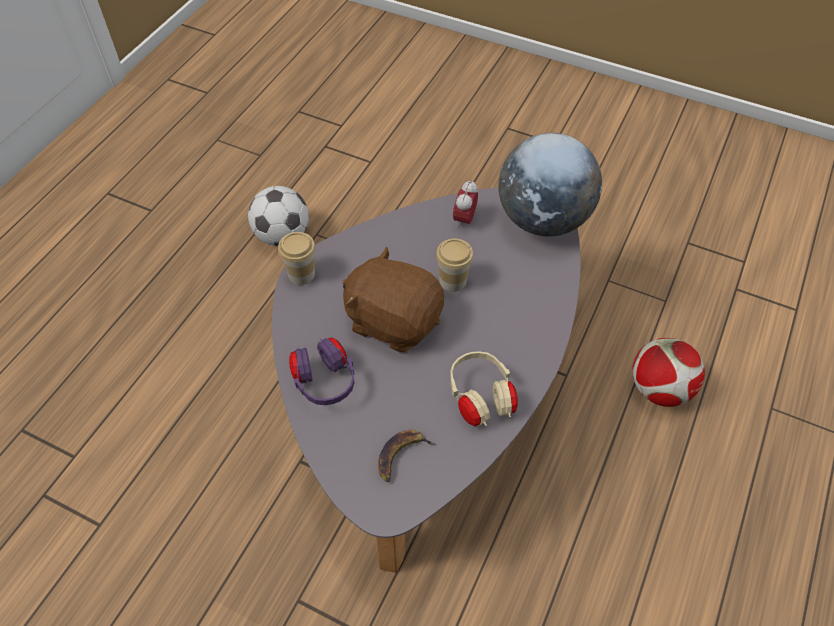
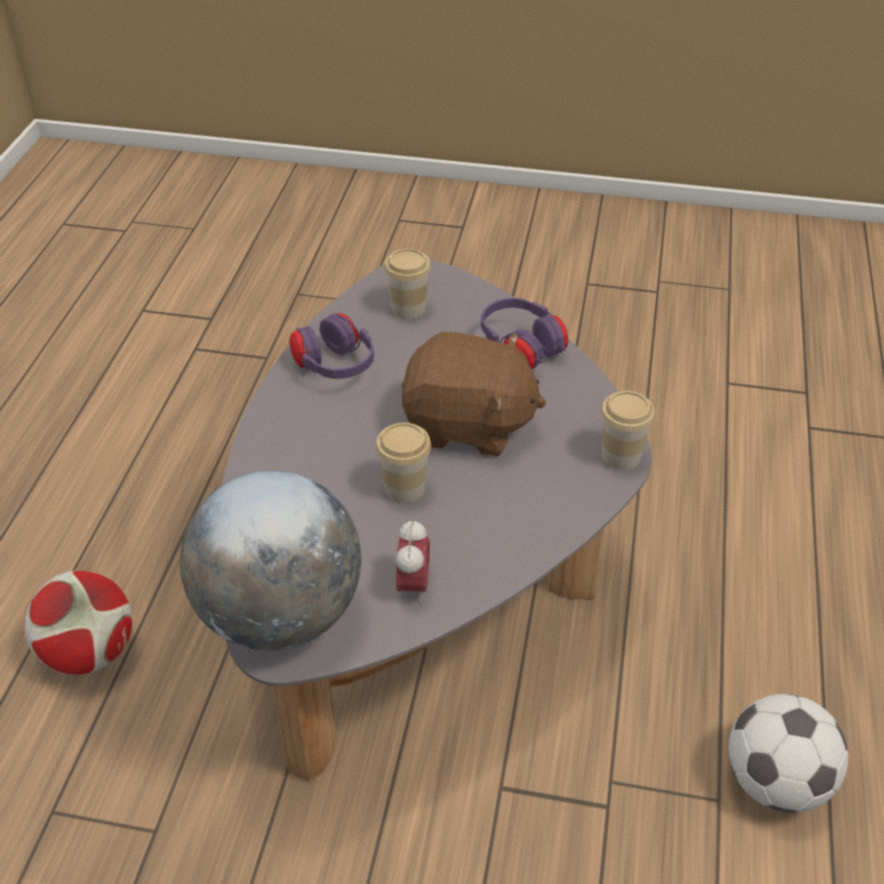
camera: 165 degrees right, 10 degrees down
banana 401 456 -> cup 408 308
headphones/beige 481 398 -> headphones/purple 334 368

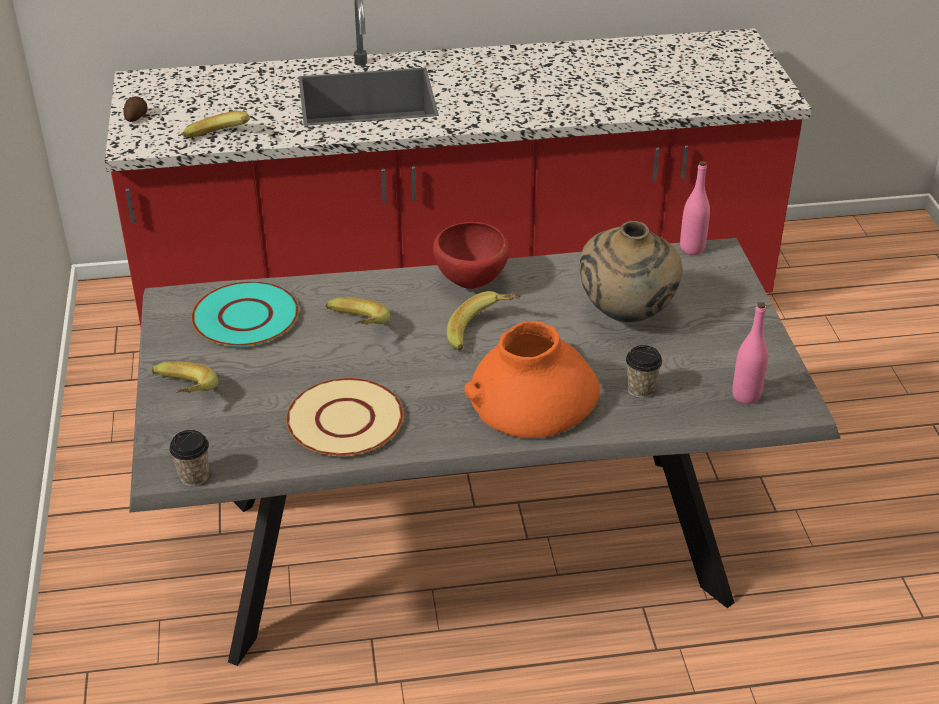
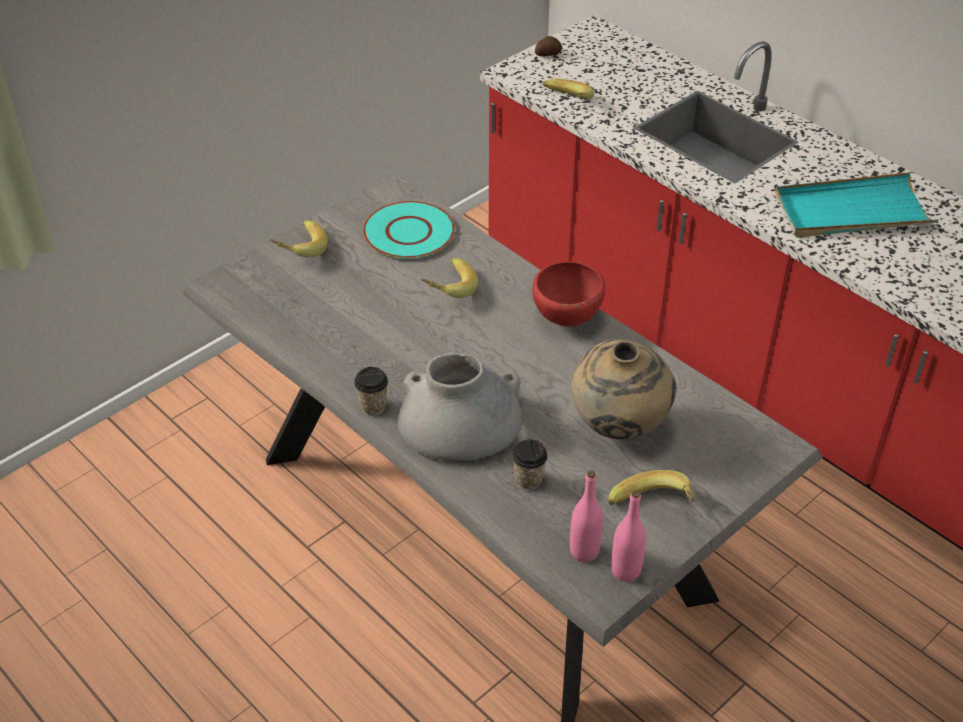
camera: 55 degrees right, 5 degrees up
cup 194 476 -> cup 373 406, move
plate/beige 344 420 -> none
banana 483 333 -> banana 653 508, move
vase/orange 532 396 -> vase/grey 459 420
bottle/pink 692 248 -> bottle/pink 625 571, move
none -> tray/turquoise 851 211

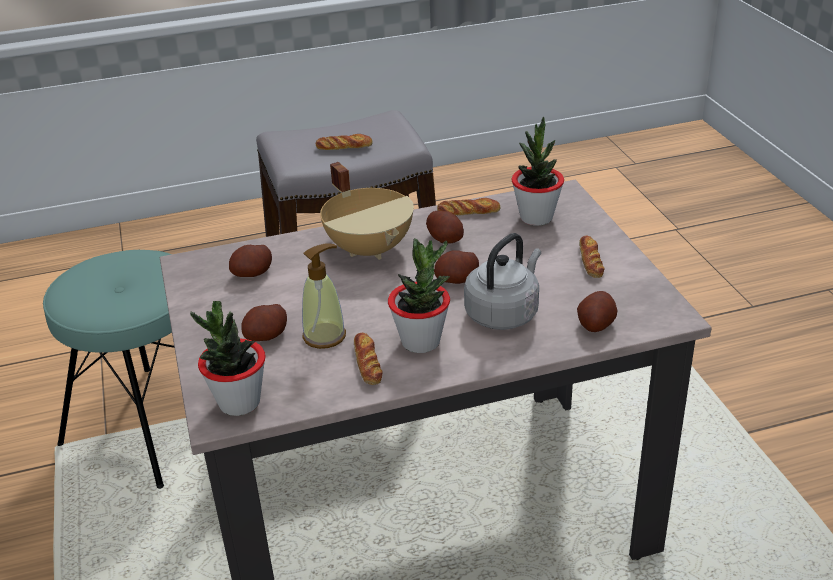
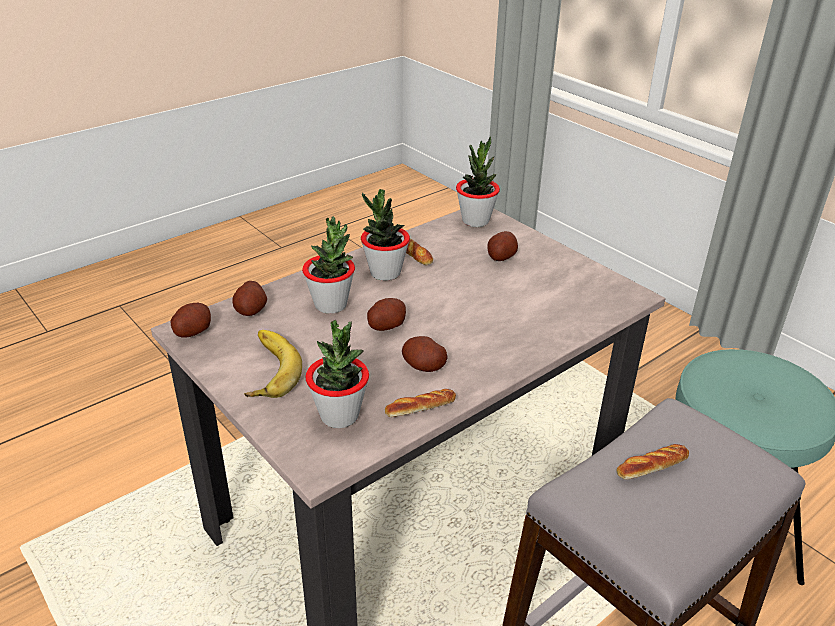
camera: 155 degrees right, 0 degrees up
potato 252 273 -> potato 193 331, move
soap dispenser 325 336 -> none
cooking pot/beige 371 248 -> none
kettle/grey 504 313 -> potted plant 331 305
bread 590 261 -> banana 266 370

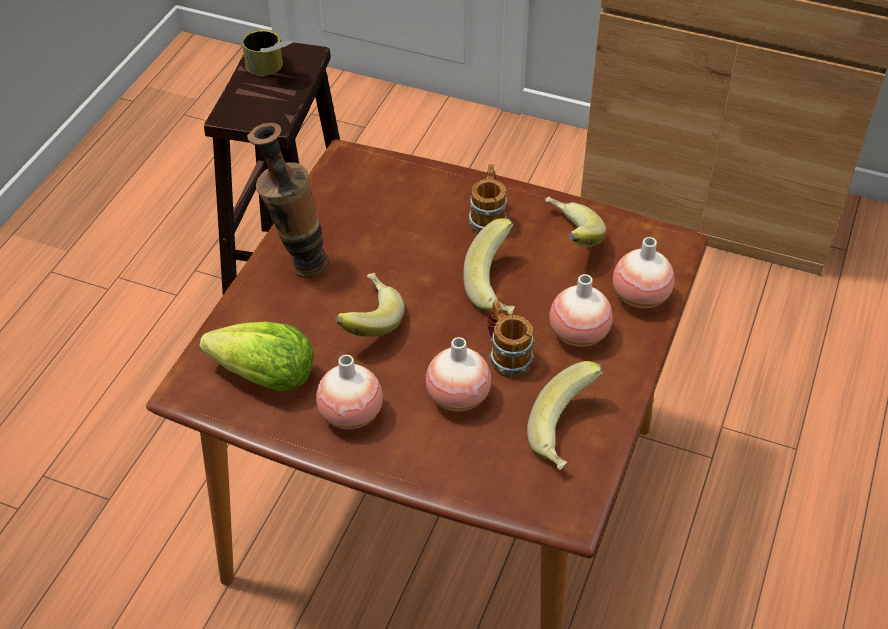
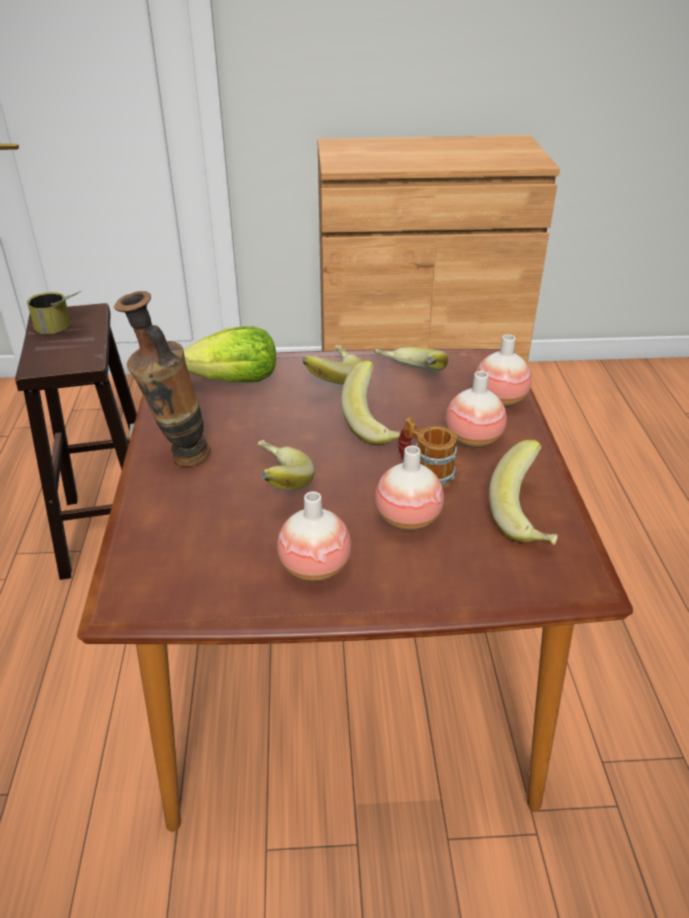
camera: 25 degrees left, 10 degrees down
lettuce 265 377 -> lettuce 236 381, move
mug 488 217 -> banana 331 379

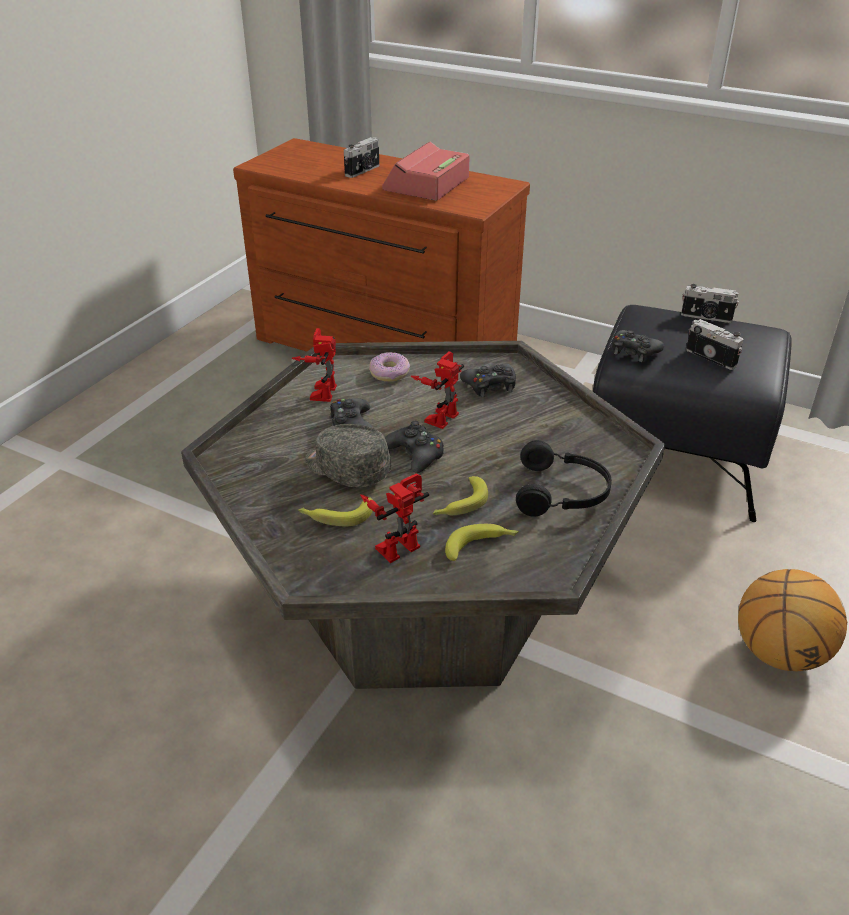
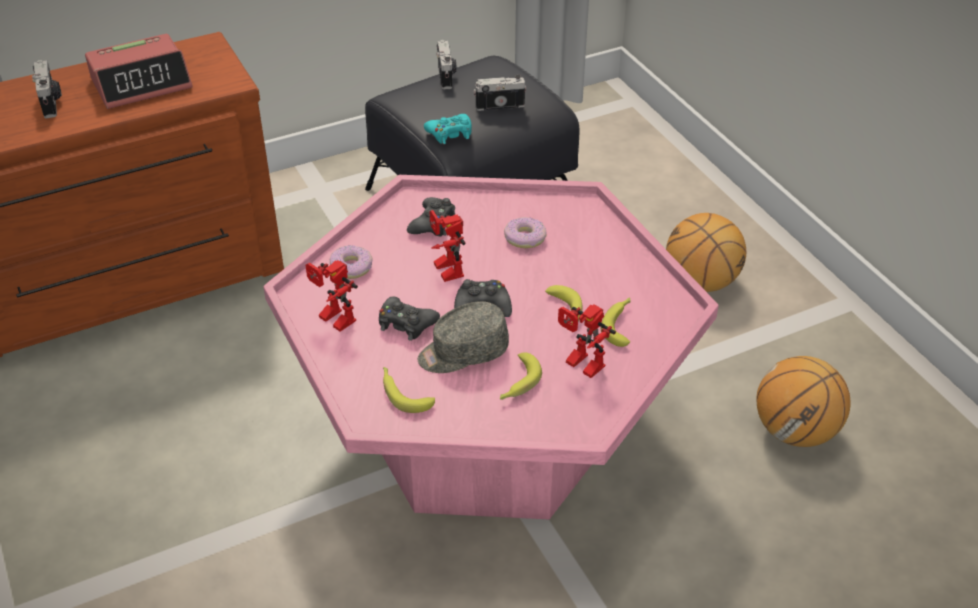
camera: 55 degrees left, 5 degrees up
coffee table/grey 426 596 -> coffee table/pink 490 427
toy robot 397 543 -> toy robot 580 365, 45 degrees counterclockwise
alarm clock 426 185 -> alarm clock 142 83, 90 degrees counterclockwise
headphones/black 562 493 -> none
game controller/black 634 352 -> game controller/turquoise 450 134
photo camera 706 317 -> photo camera 446 76, 60 degrees counterclockwise
none -> banana 403 393
none -> donut 525 238
none -> basketball 795 431

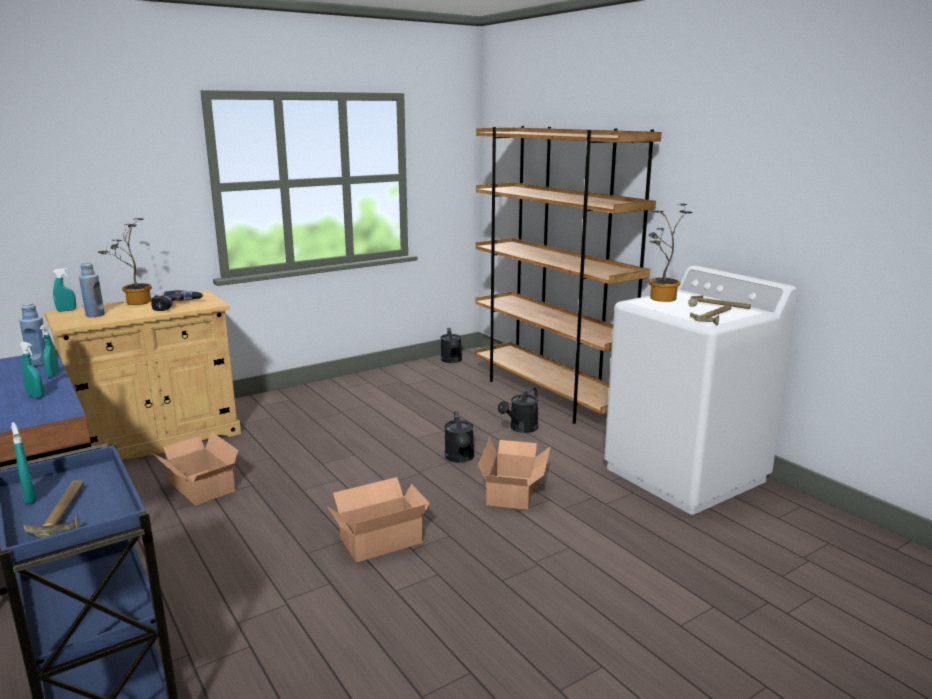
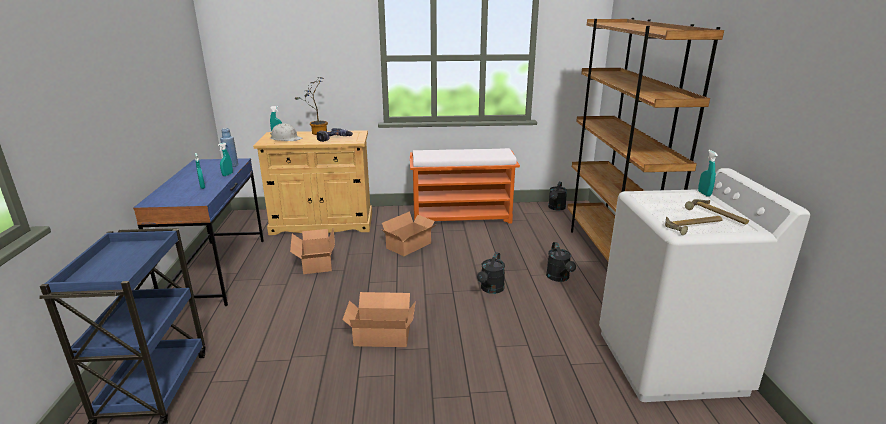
camera: 30 degrees right, 5 degrees up
spray bottle/turquoise 29 498 -> spray bottle/turquoise 704 194, move
hammer 68 512 -> none
bottle/blue 95 315 -> hard hat/white 286 138
cardboard box 514 491 -> cardboard box 410 246, move
watering can/black 521 429 -> watering can/black 559 278, 75 degrees counterclockwise
potted plant 660 299 -> none
none -> bench/orange 462 217

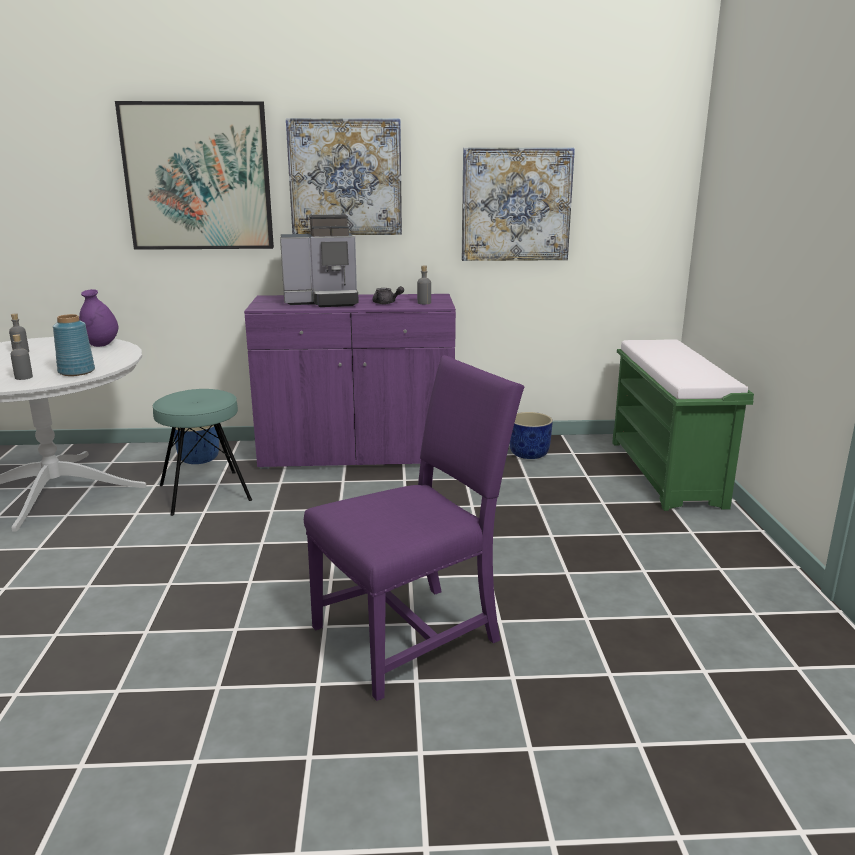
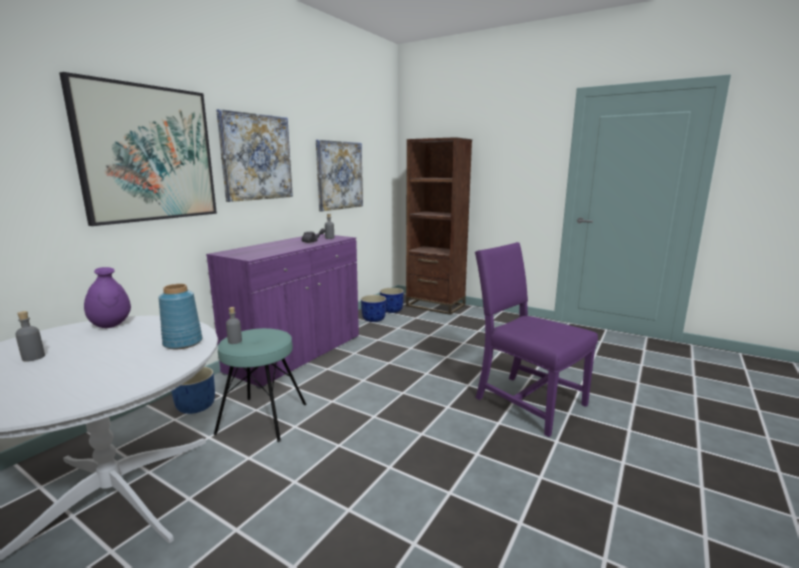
camera: 55 degrees left, 5 degrees down
bottle/grey 24 377 -> bottle/grey 235 341, move
coffee machine 323 301 -> none
chair/purple 412 634 -> chair/purple 526 401, 45 degrees counterclockwise
bench/green 667 473 -> bookcase/brown 435 305
none -> planter/blue 392 310

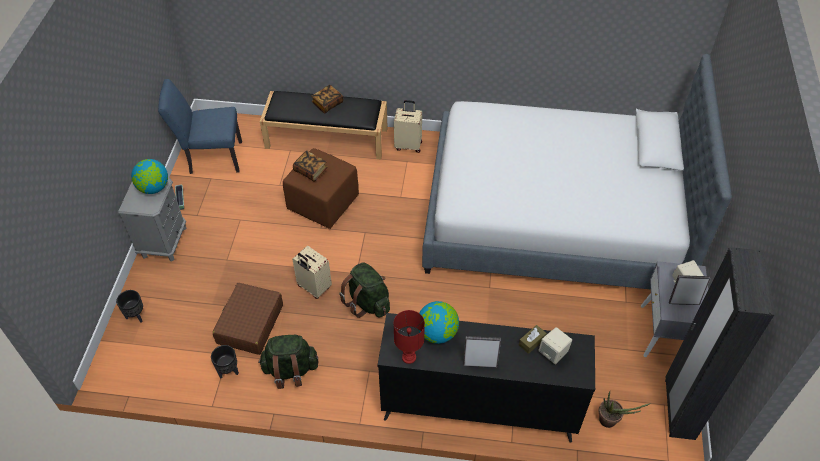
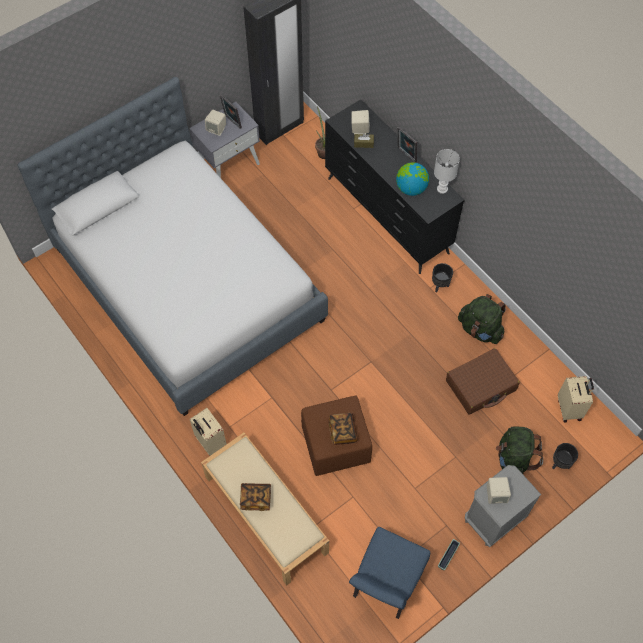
camera: 135 degrees left, 10 degrees up
globe 153 188 -> speaker/beige 496 494
chair/blue 211 158 -> chair/blue 385 586, 75 degrees clockwise
planter/black 228 371 -> planter/black 439 285, move
bench/black 327 138 -> bench/beige 265 514
suitcase/beige 313 287 -> suitcase/beige 569 409, move
backpack/green 367 302 -> backpack/green 513 459, move
table lamp/red 409 357 -> table lamp/white 442 189

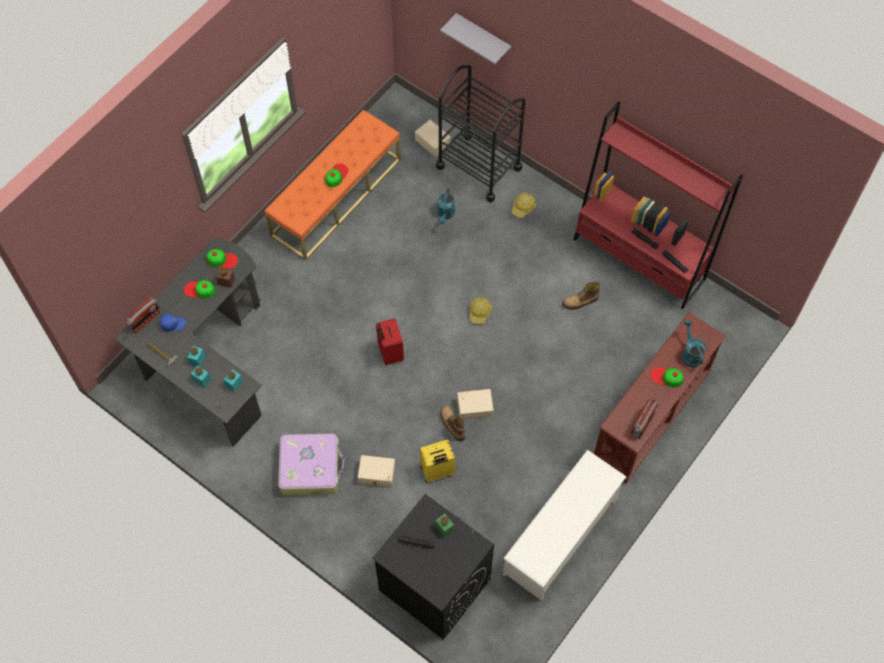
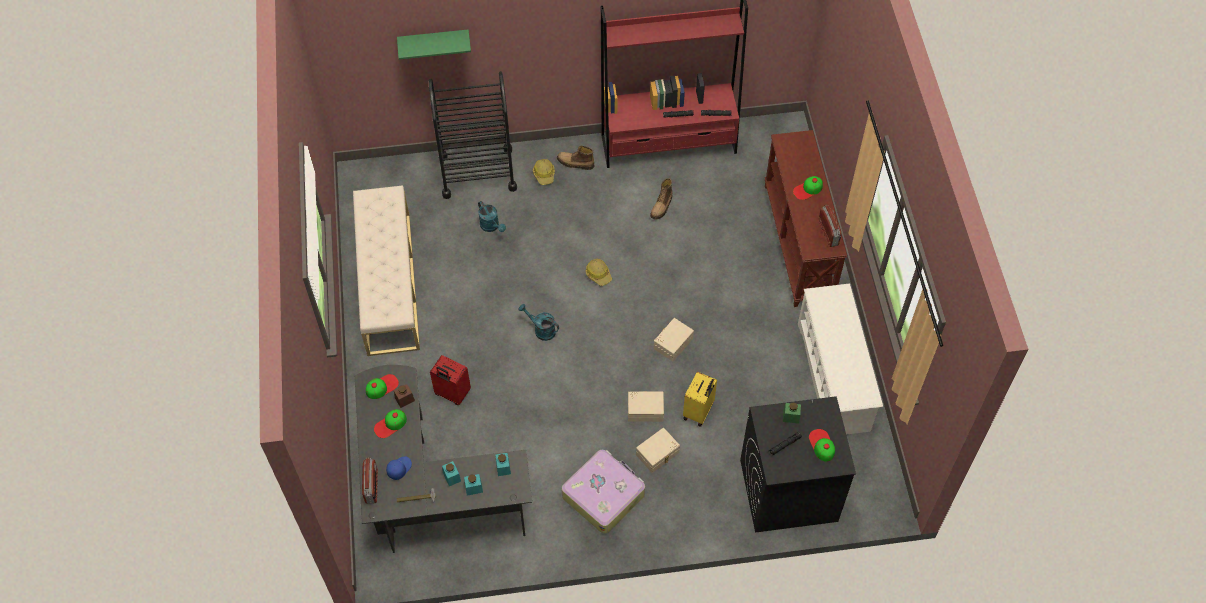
camera: 45 degrees left, 5 degrees down
bench/orange 336 196 -> bench/beige 389 283
cap 336 175 -> cap 822 445, move
suitcase/red 389 353 -> suitcase/red 452 394, move
storage box/beige 433 141 -> storage box/beige 645 409, move
shelf/grey 483 37 -> shelf/green 434 42
boot 452 424 -> boot 575 163, move
watering can/turquoise 690 353 -> watering can/turquoise 541 330, move

